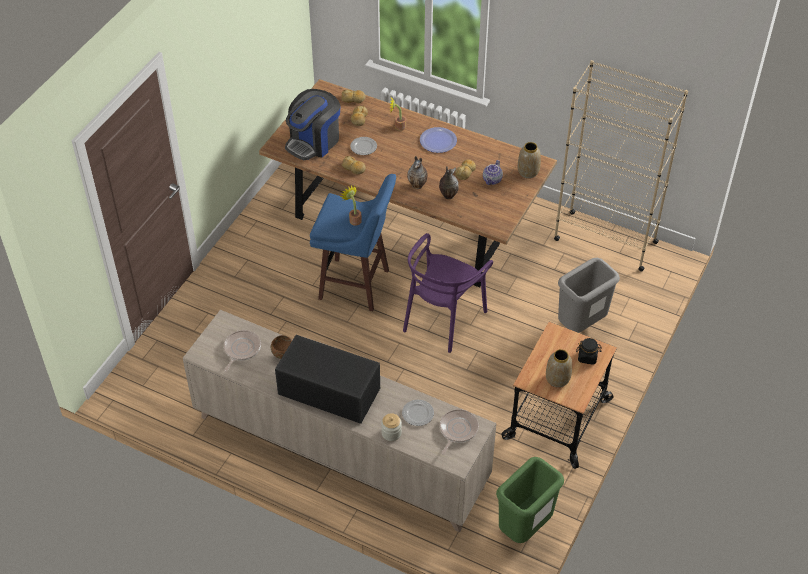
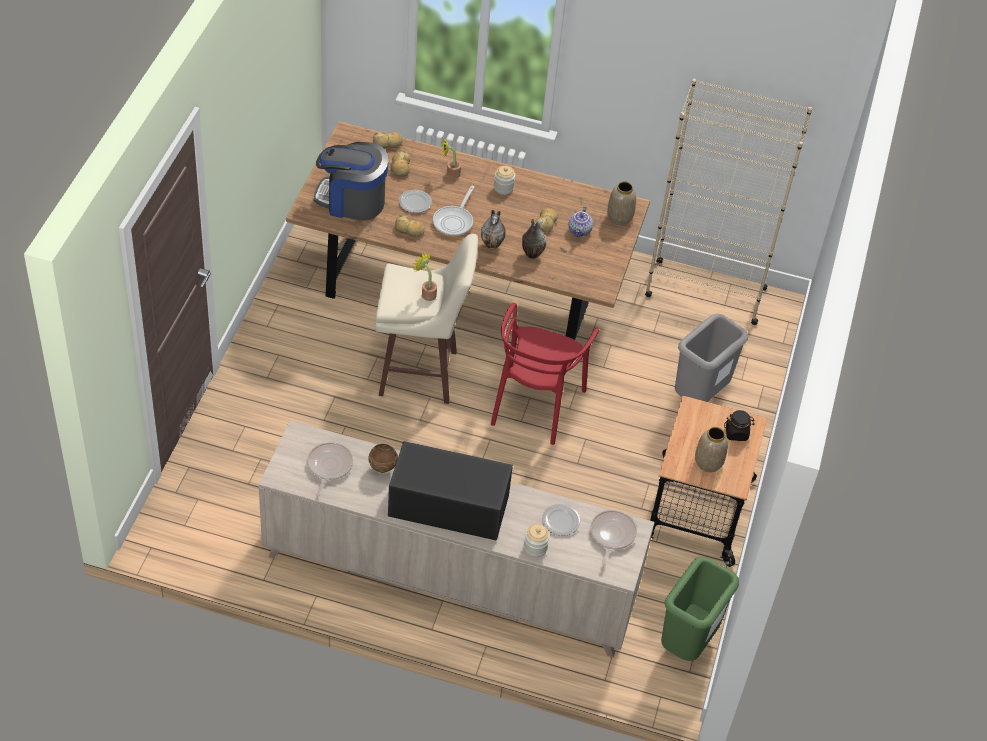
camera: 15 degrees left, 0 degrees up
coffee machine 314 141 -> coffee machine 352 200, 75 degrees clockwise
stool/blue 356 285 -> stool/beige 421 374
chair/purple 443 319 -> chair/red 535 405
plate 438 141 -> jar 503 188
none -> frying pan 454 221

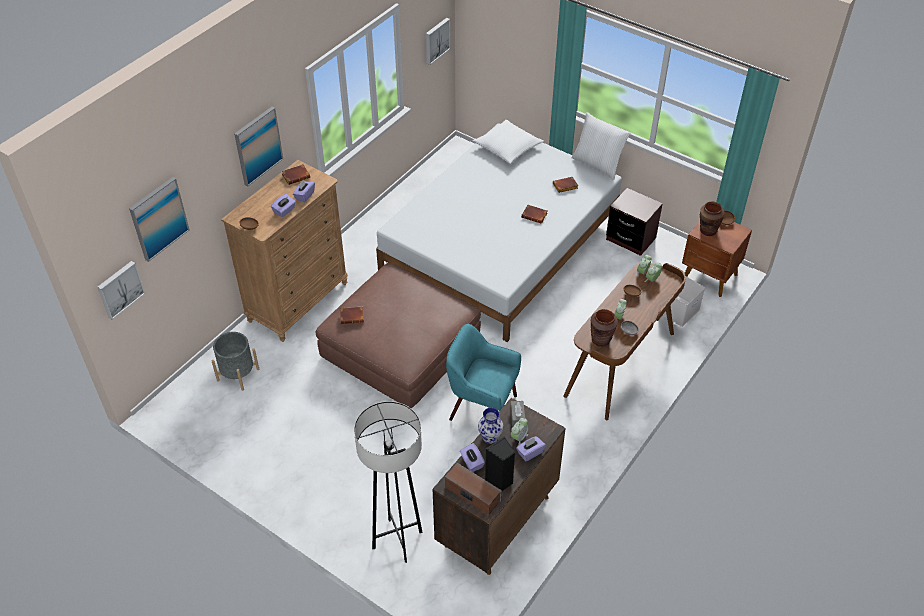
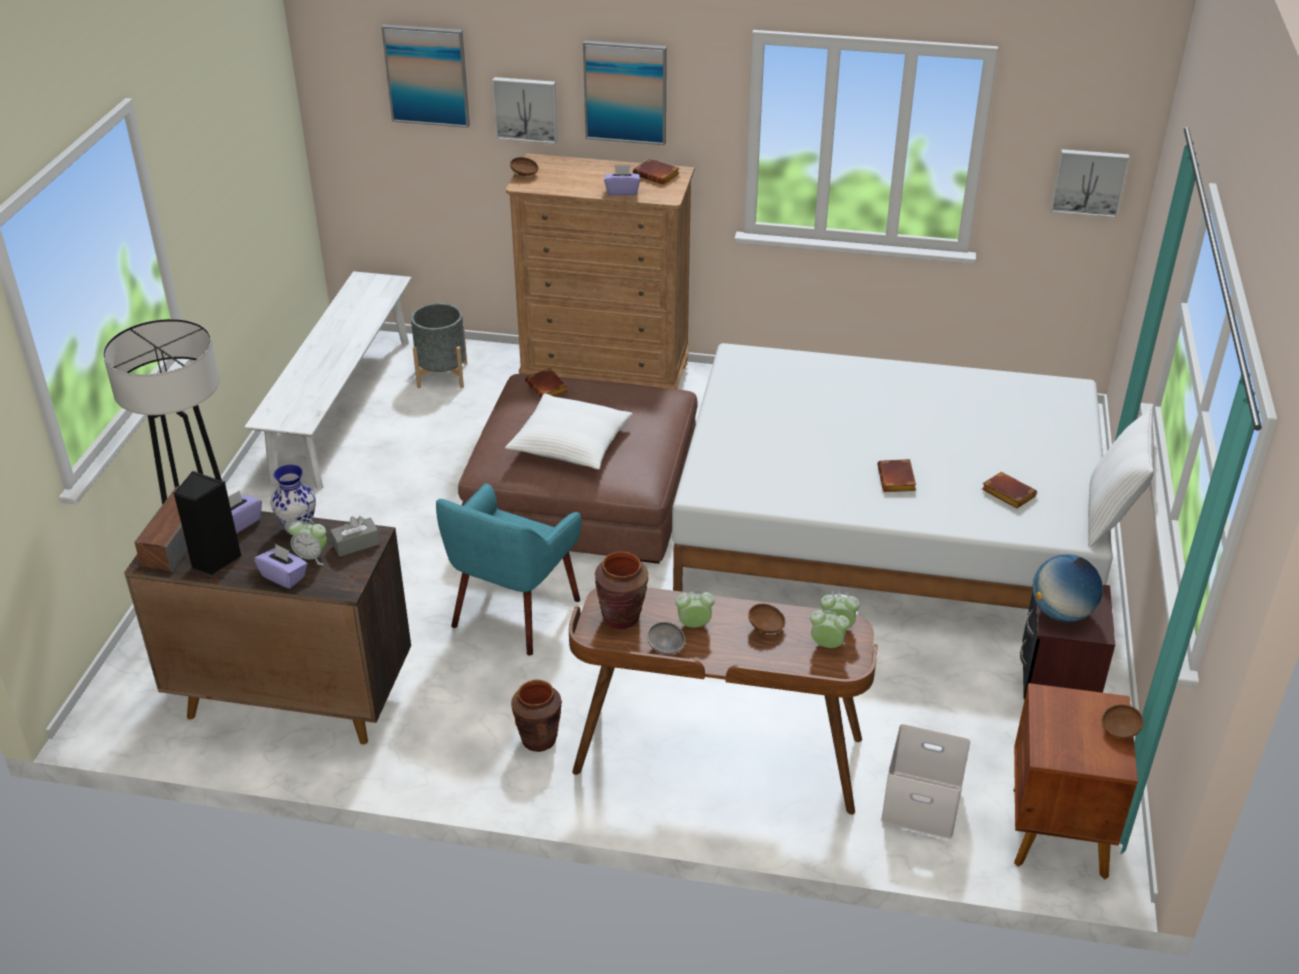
camera: 65 degrees right, 10 degrees down
picture 120 289 -> picture 526 109, move
tissue box/purple 284 211 -> none
armchair/turquoise 482 408 -> armchair/turquoise 513 613, 150 degrees counterclockwise
pillow/white 507 147 -> pillow/white 570 443, move
vase/brown 708 230 -> vase/brown 538 739, move
none -> bench/white 343 408
none -> globe 1061 613

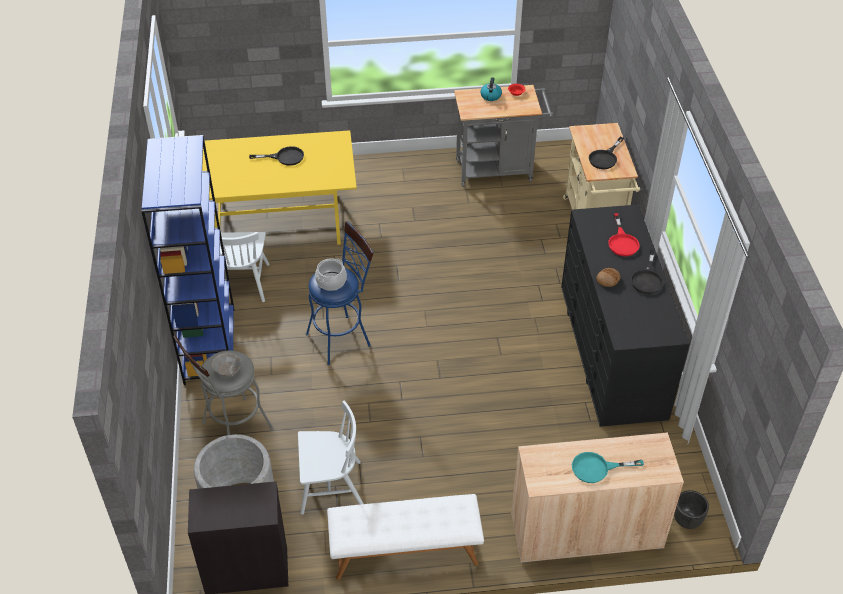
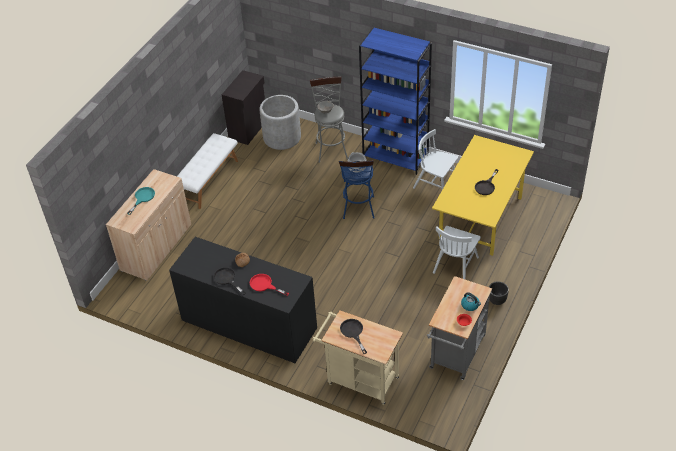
camera: 125 degrees right, 0 degrees up
chair/white 330 487 -> chair/white 455 265, move
planter/black 687 520 -> planter/black 497 300, move

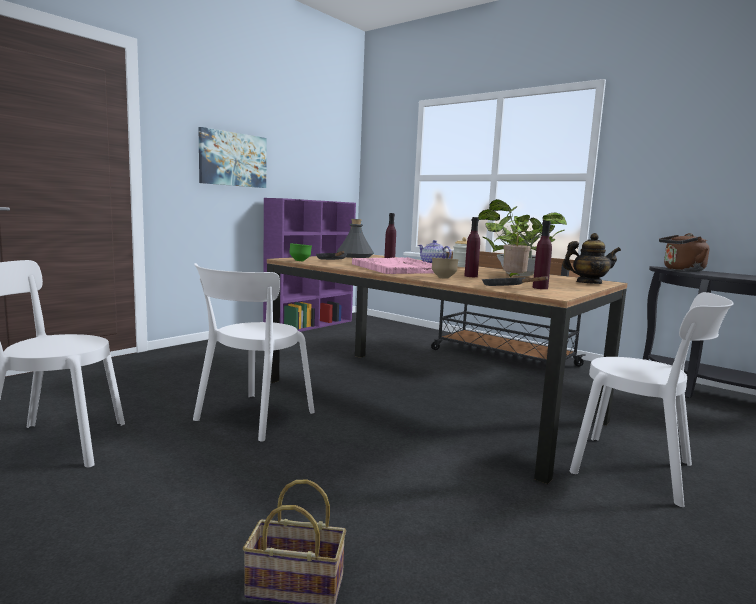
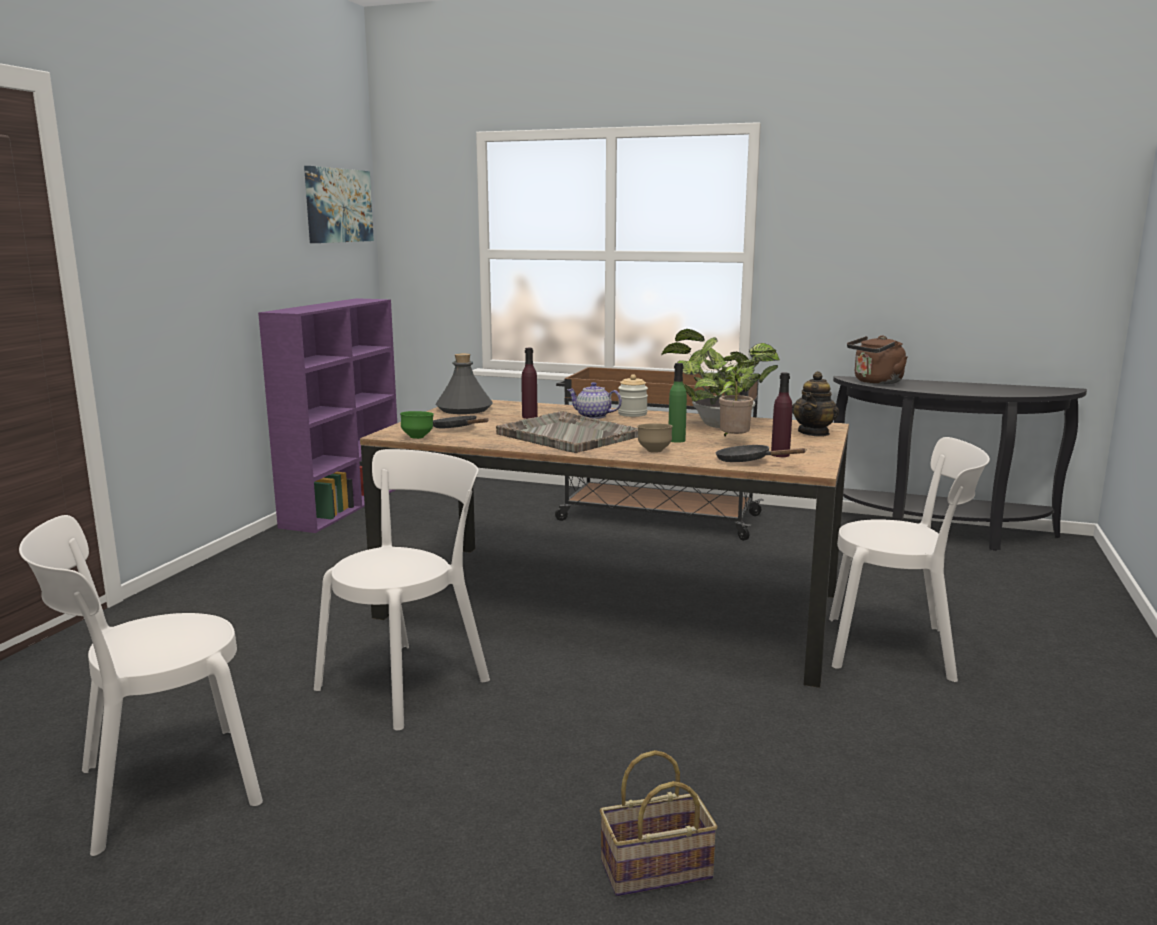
camera: 20 degrees left, 5 degrees up
chair/white 251 417 -> chair/white 408 680, 150 degrees counterclockwise
picture 233 159 -> picture 338 205, move
tray/pink 397 268 -> tray/grey 566 435
bottle/purple 471 276 -> bottle/green 676 440
teapot 588 283 -> teapot 814 433, 135 degrees clockwise

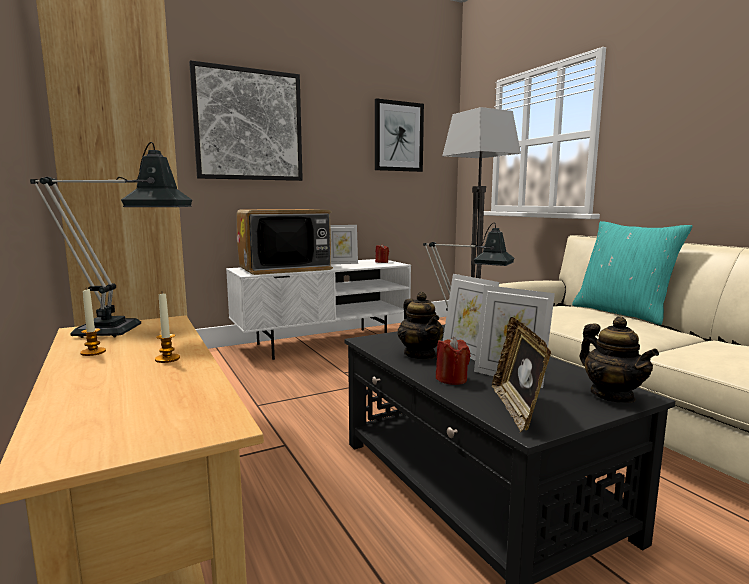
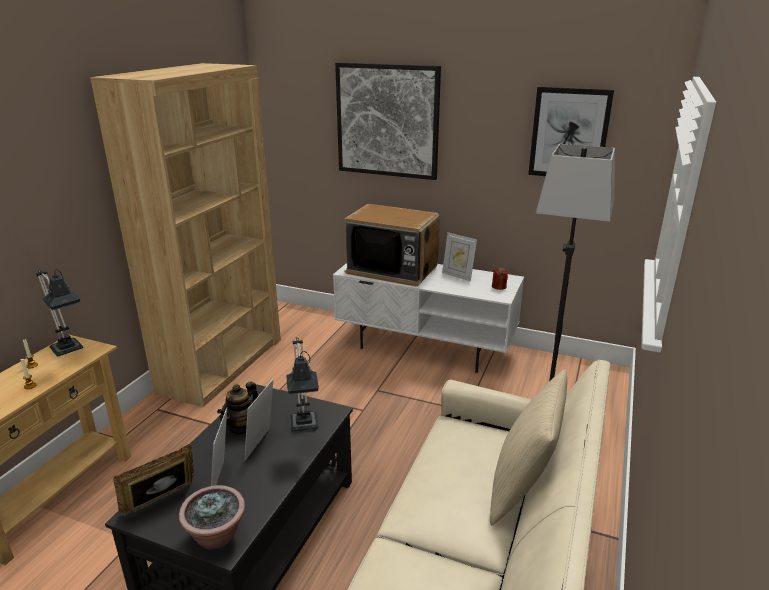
camera: 50 degrees right, 15 degrees up
candle/red 451 379 -> none
pillow/turquoise 622 313 -> pillow/beige 522 488
teapot 612 396 -> potted plant 217 537

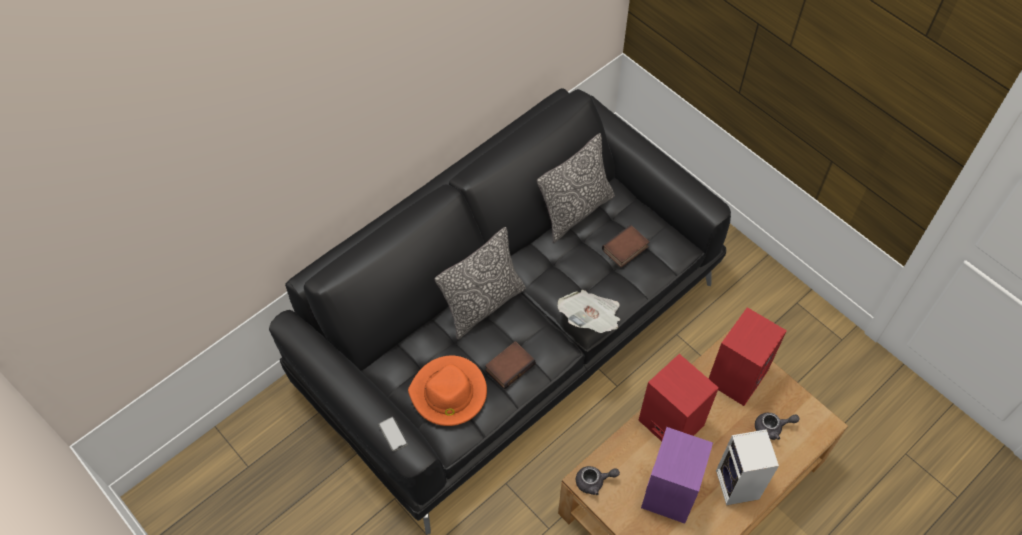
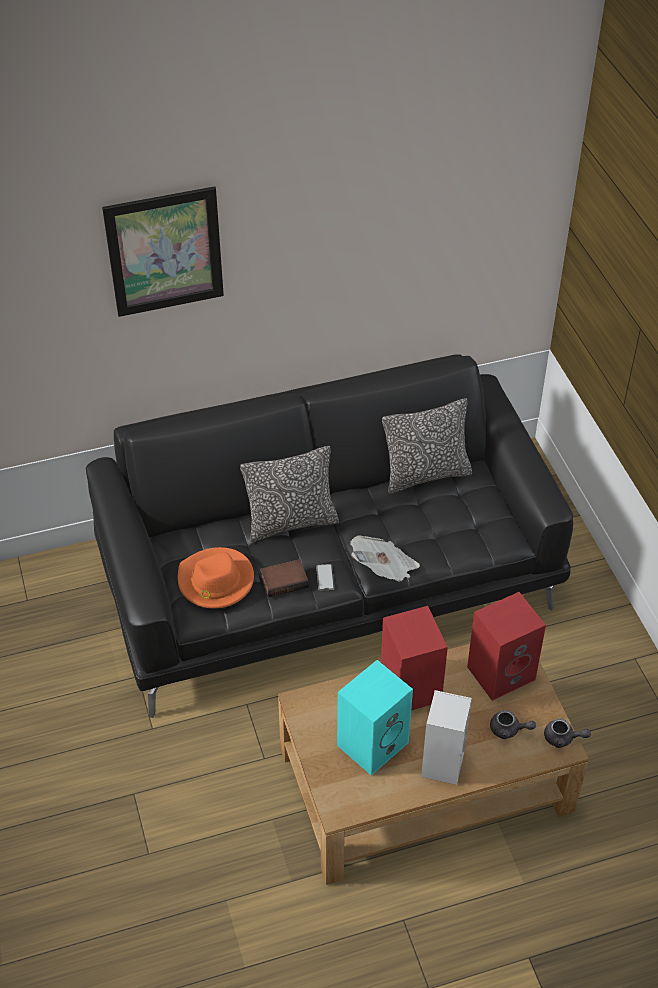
camera: 25 degrees right, 10 degrees down
phone 393 434 -> phone 325 577, move
teapot/grey 594 482 -> teapot/grey 563 738, move
book 625 249 -> none
speaker/purple 669 490 -> speaker/turquoise 373 742
none -> picture 165 252

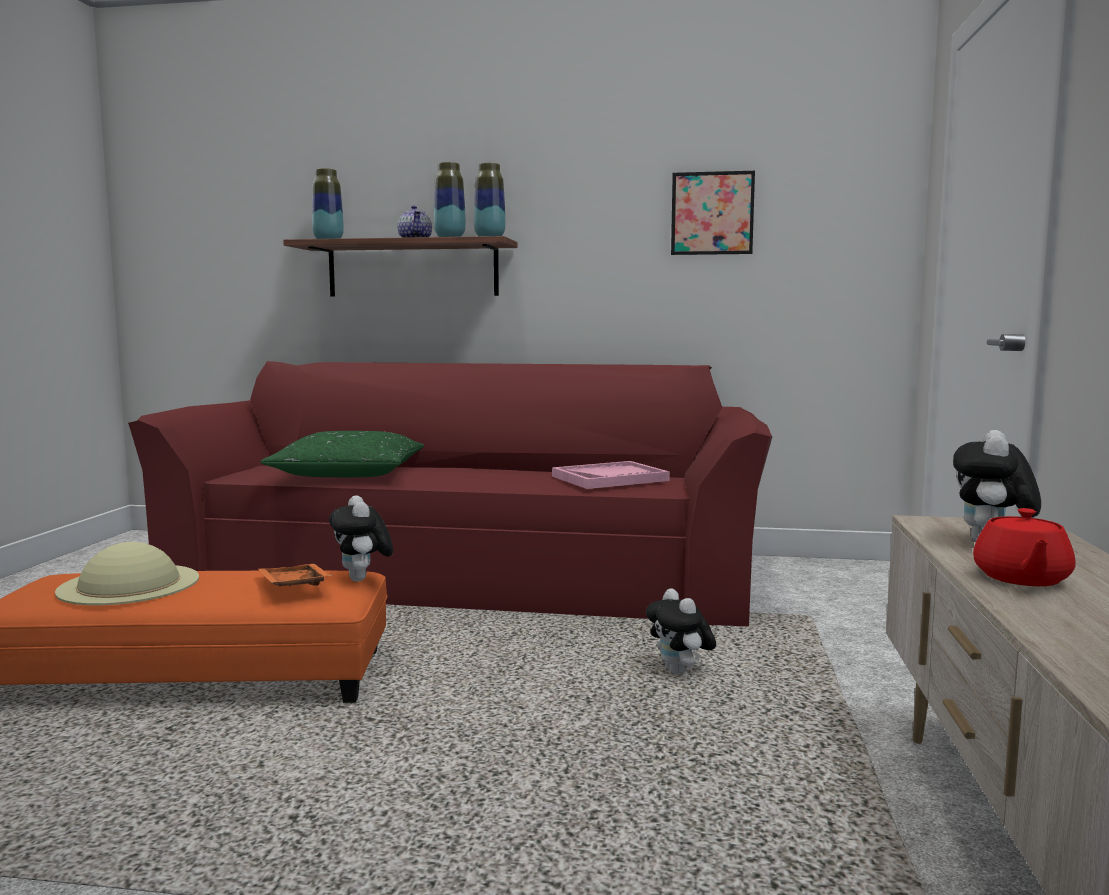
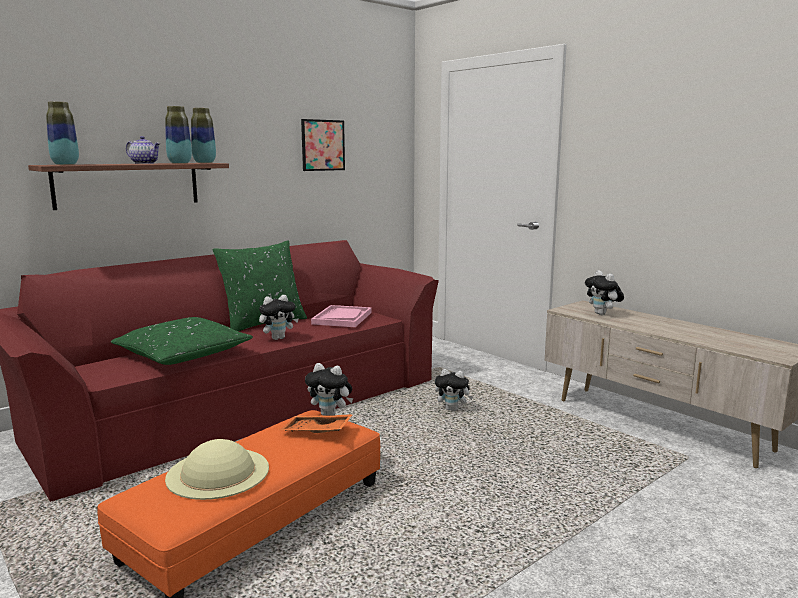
camera: 50 degrees left, 5 degrees up
teapot/red 1021 579 -> none
none -> pillow/green 263 323
none -> plush toy 278 338

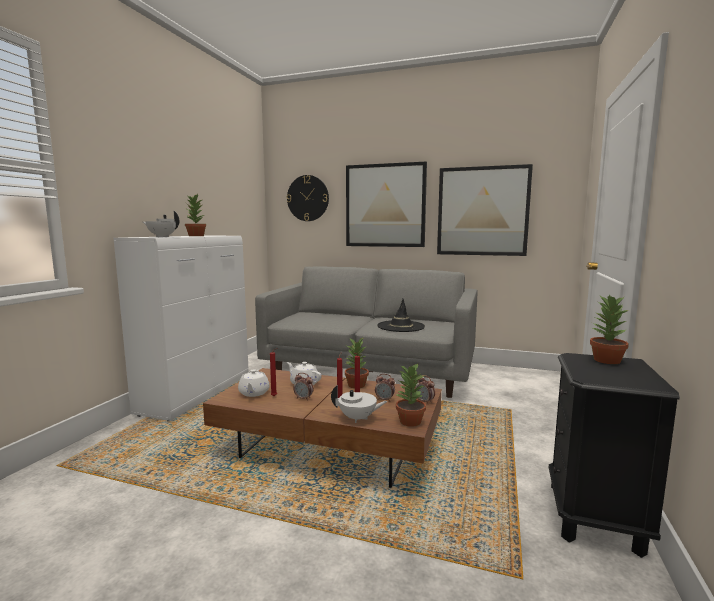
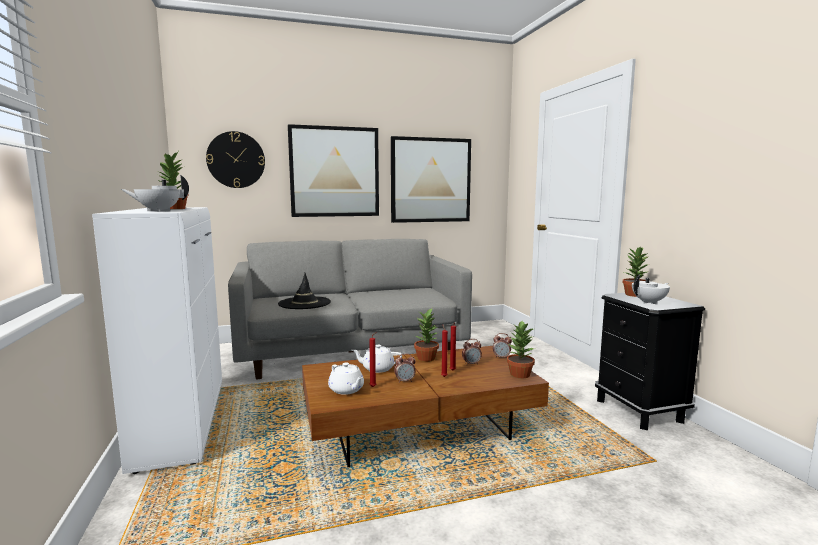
camera: 35 degrees left, 0 degrees up
teapot/white 358 418 -> teapot/white 649 302, move
hat/black 400 326 -> hat/black 304 303, move

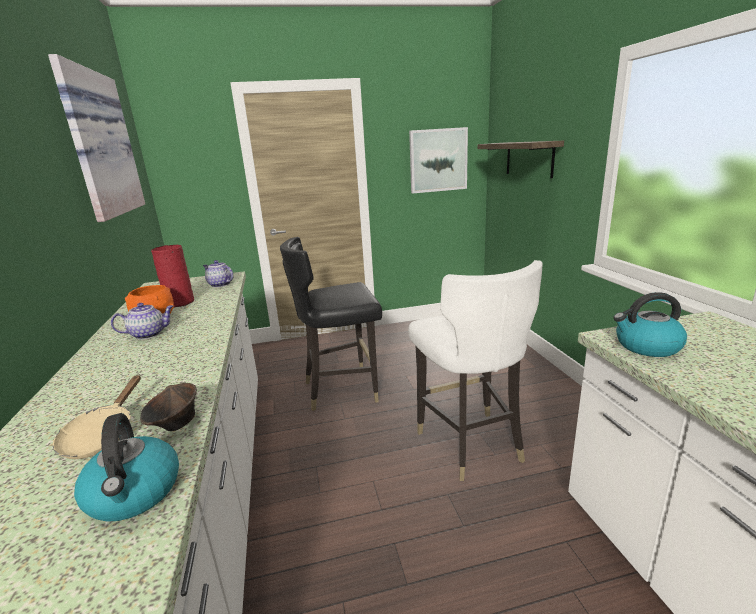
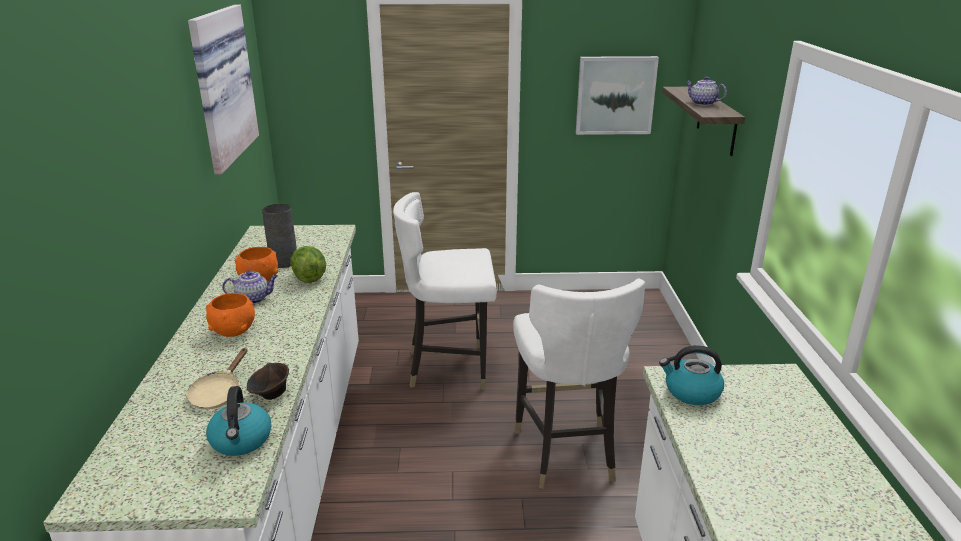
camera: 10 degrees right, 5 degrees up
vase/red 180 302 -> vase/grey 284 262
teapot 220 284 -> teapot 702 103, move
chair/black 342 389 -> chair/white 449 368
none -> bowl/orange 233 331
none -> lettuce 309 277

